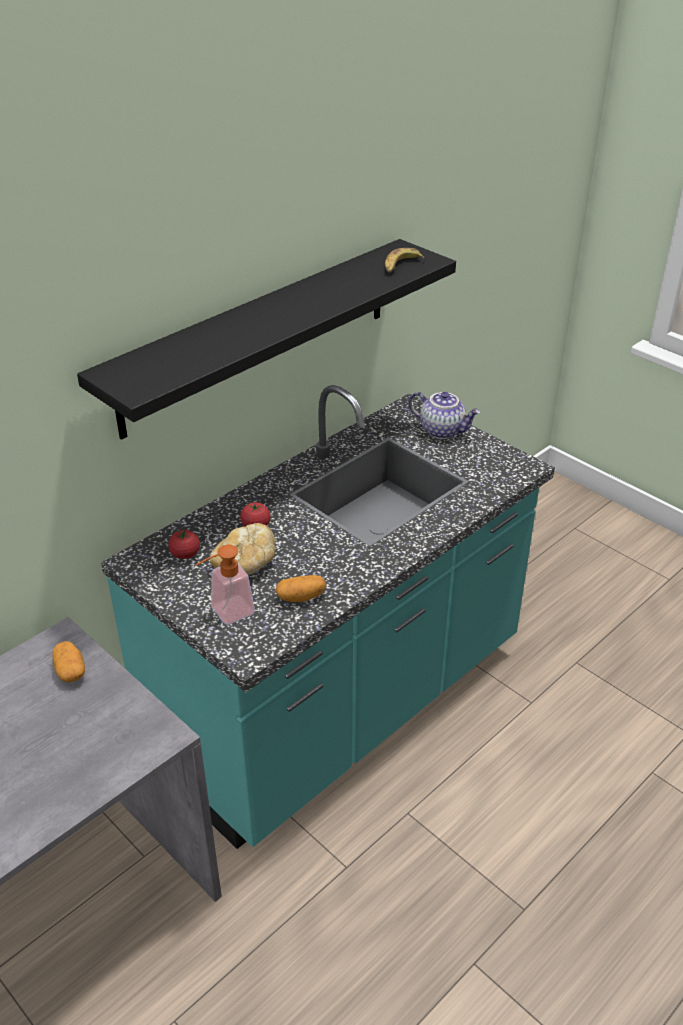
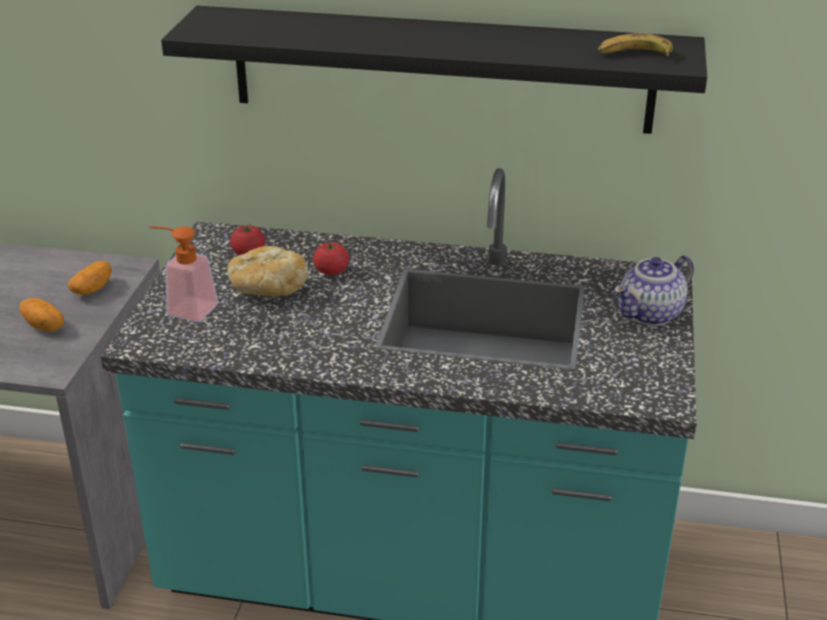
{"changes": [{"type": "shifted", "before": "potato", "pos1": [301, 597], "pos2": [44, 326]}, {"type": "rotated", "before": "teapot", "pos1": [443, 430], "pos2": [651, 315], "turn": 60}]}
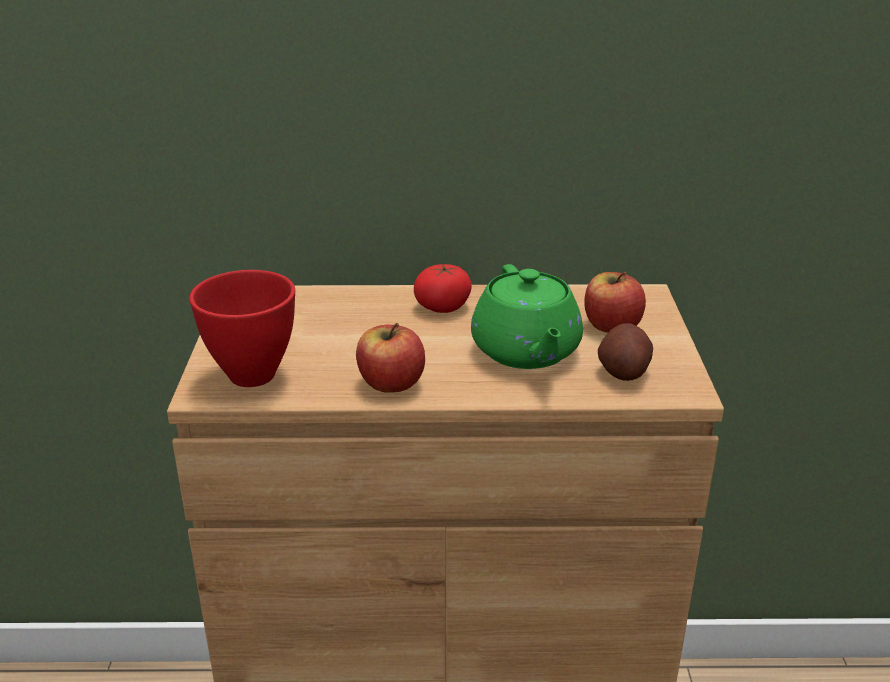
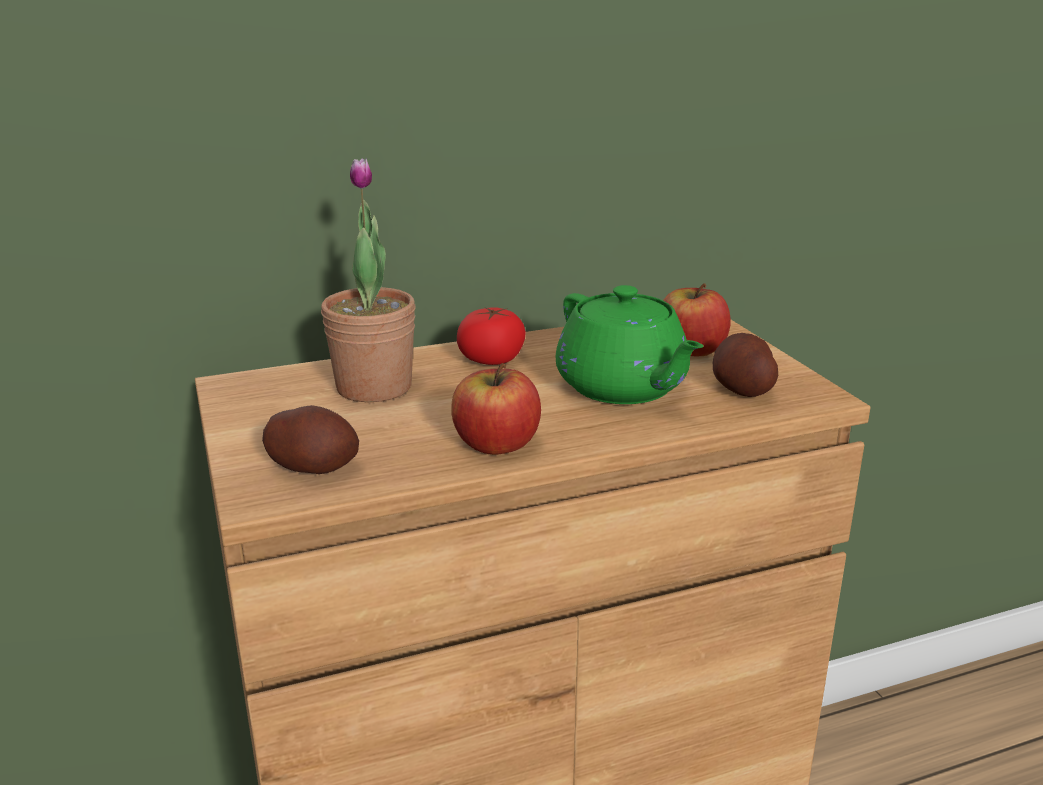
{"changes": [{"type": "new", "after": "potted plant", "pos2": [374, 387]}, {"type": "swapped", "before": "red bowl", "after": "potato", "pos1": [253, 376], "pos2": [314, 467]}]}
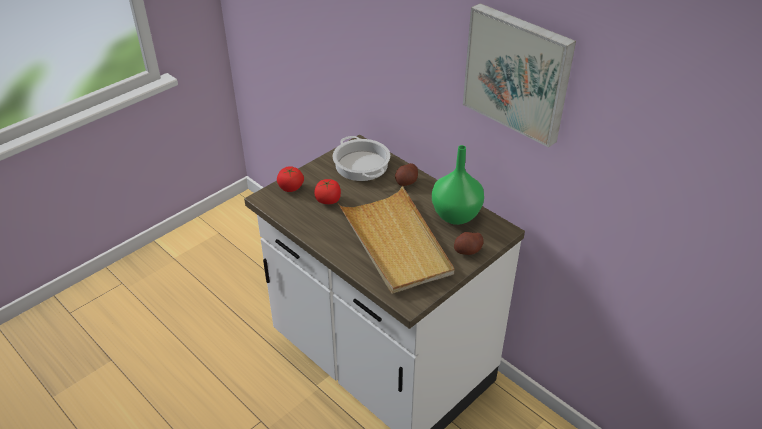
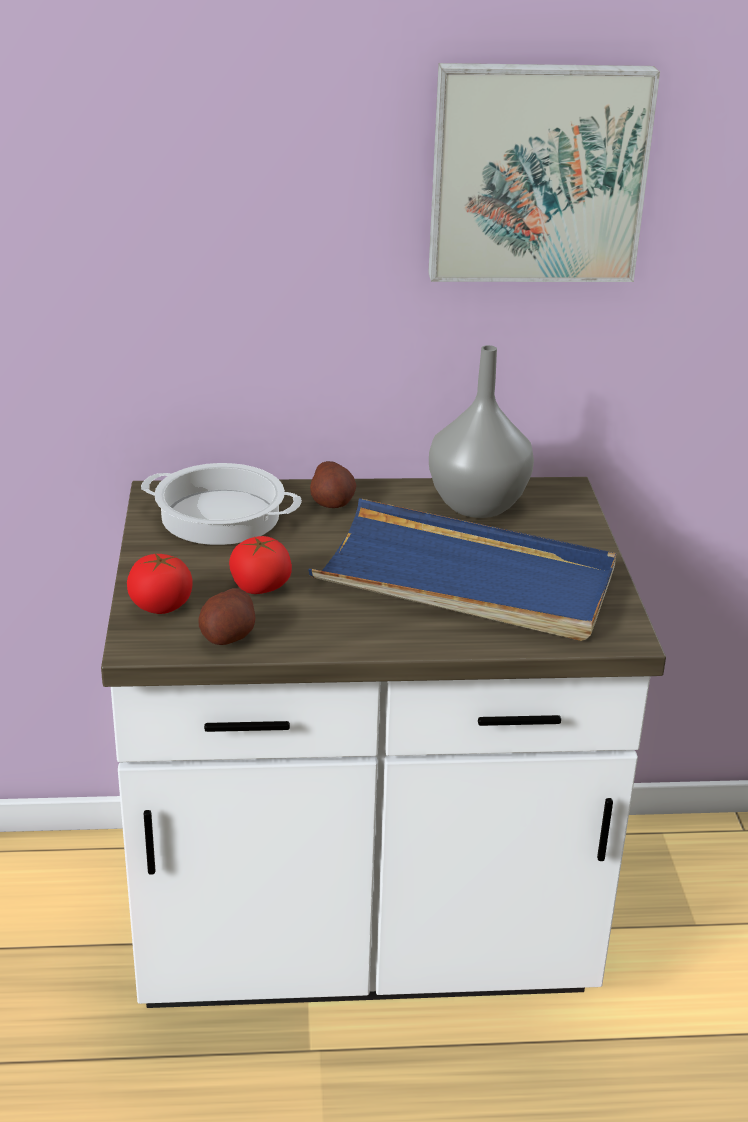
{"changes": [{"type": "shifted", "before": "potato", "pos1": [468, 251], "pos2": [228, 636]}, {"type": "repainted", "before": "beige tray", "after": "blue tray", "pos1": [395, 242], "pos2": [466, 580]}, {"type": "repainted", "before": "green vase", "after": "grey vase", "pos1": [456, 216], "pos2": [479, 505]}]}
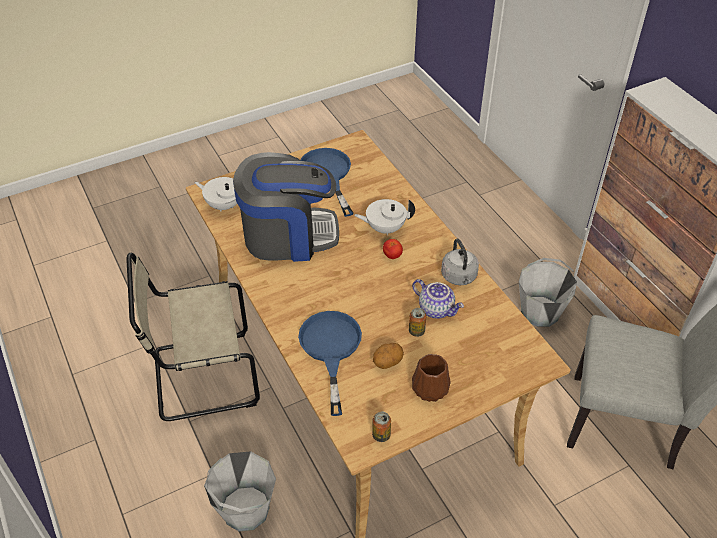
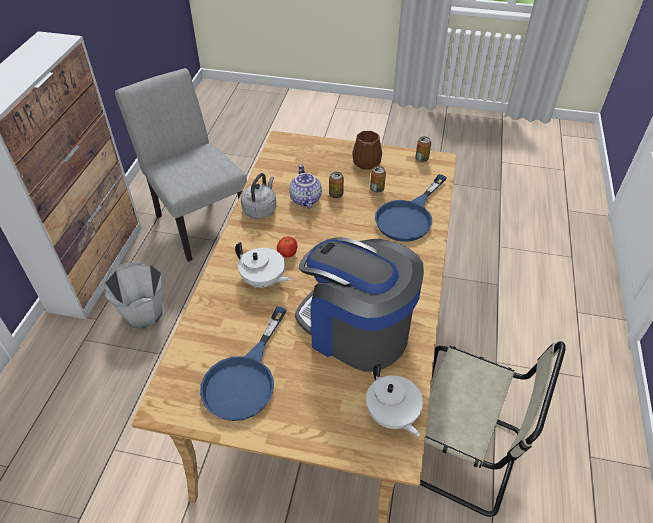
{"changes": [{"type": "gone", "before": "grey bucket", "pos1": [245, 509]}, {"type": "swapped", "before": "potato", "after": "can", "pos1": [387, 362], "pos2": [377, 189]}]}
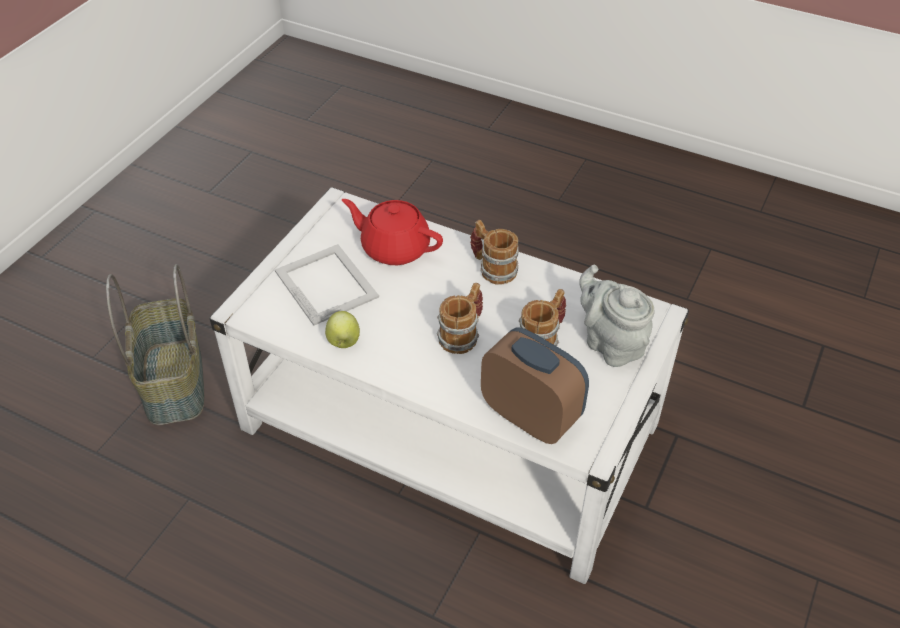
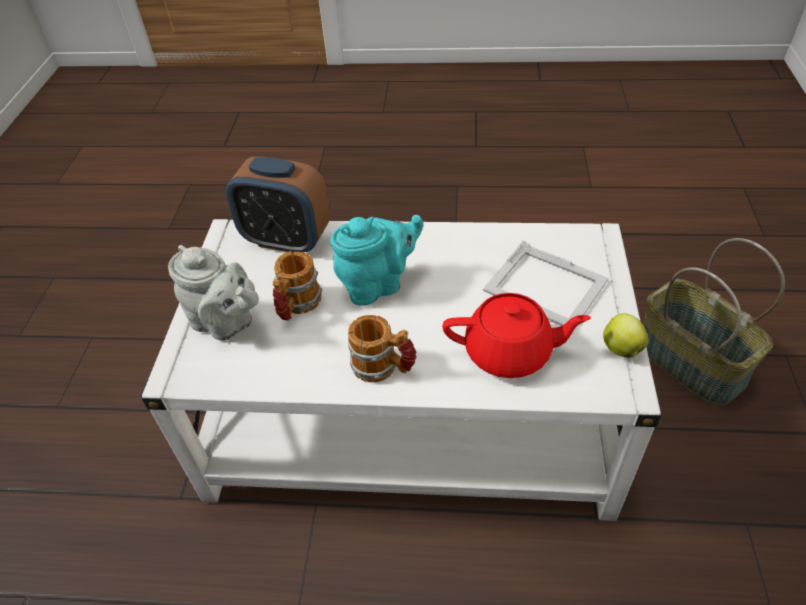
{"changes": [{"type": "shifted", "before": "apple", "pos1": [343, 342], "pos2": [620, 348]}, {"type": "swapped", "before": "mug", "after": "turquoise teapot", "pos1": [463, 334], "pos2": [378, 285]}]}
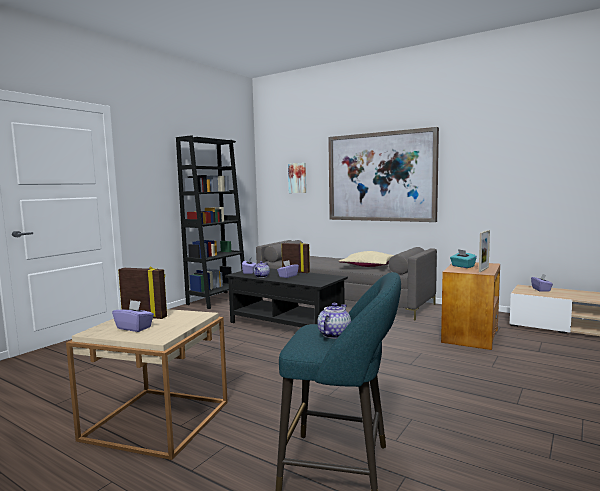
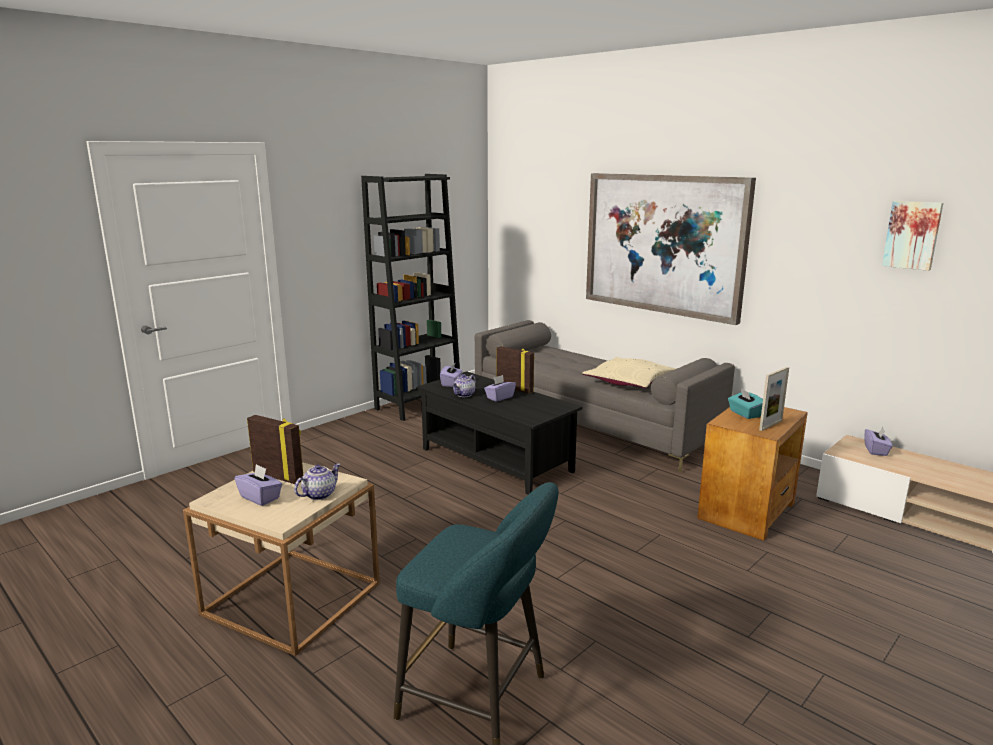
{"changes": [{"type": "shifted", "before": "picture", "pos1": [297, 178], "pos2": [912, 235]}, {"type": "shifted", "before": "teapot", "pos1": [333, 334], "pos2": [319, 494]}]}
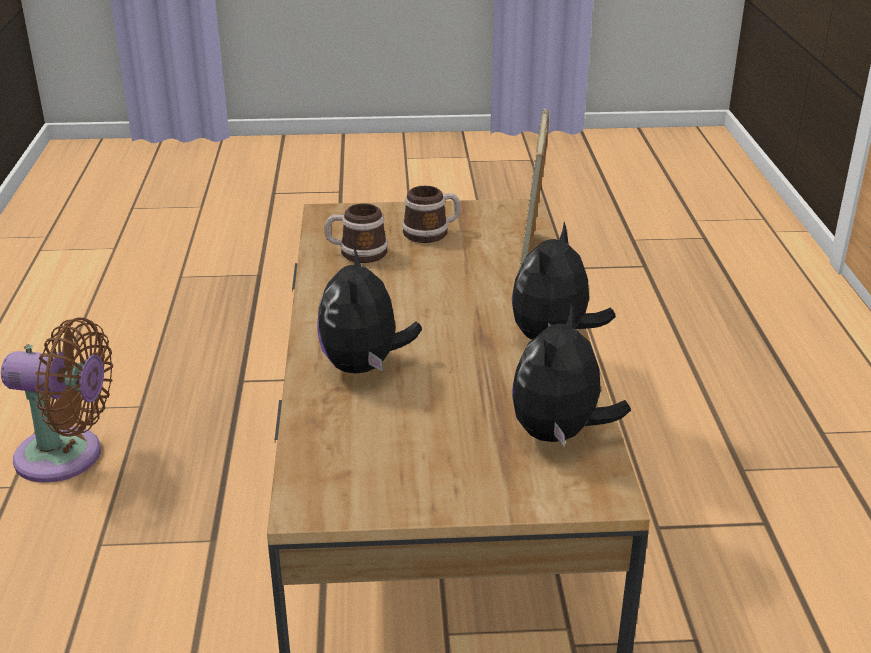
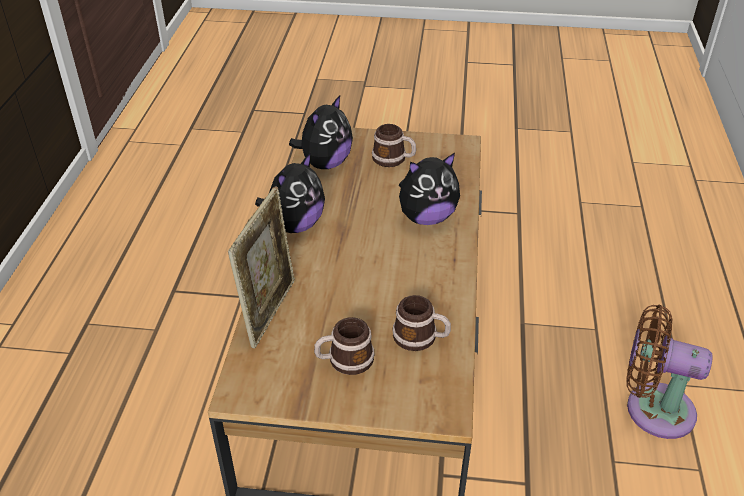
{"changes": [{"type": "new", "after": "mug", "pos2": [393, 159]}, {"type": "rotated", "before": "plush toy", "pos1": [364, 366], "pos2": [426, 217], "turn": 60}]}
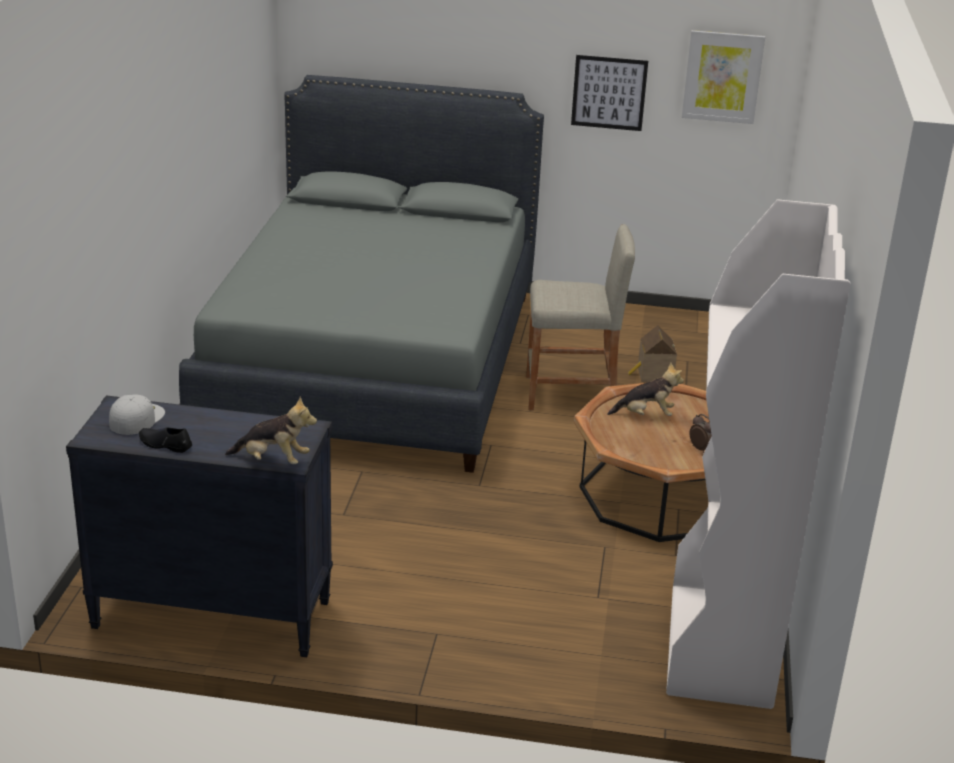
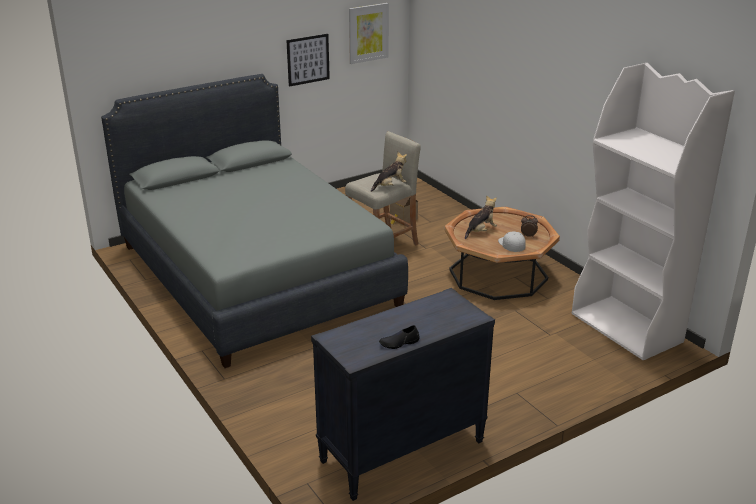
{"changes": [{"type": "shifted", "before": "white cap", "pos1": [136, 418], "pos2": [511, 244]}, {"type": "shifted", "before": "plush toy", "pos1": [273, 460], "pos2": [390, 186]}]}
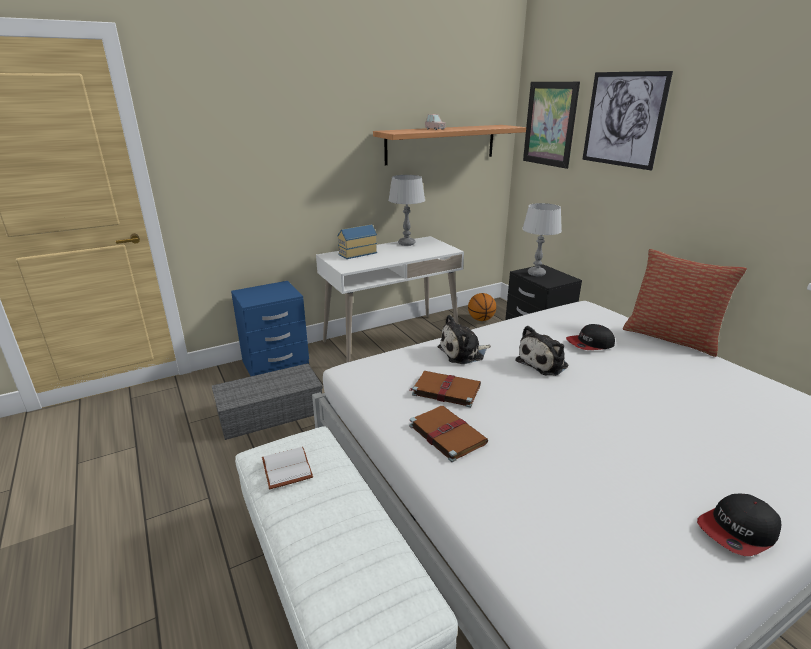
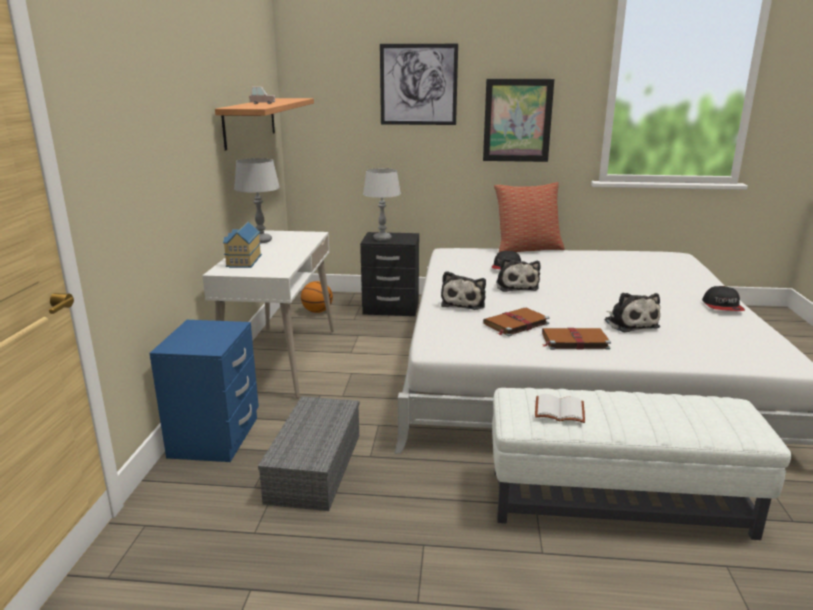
{"changes": [{"type": "new", "after": "plush toy", "pos2": [629, 323]}, {"type": "shifted", "before": "picture", "pos1": [550, 124], "pos2": [517, 120]}]}
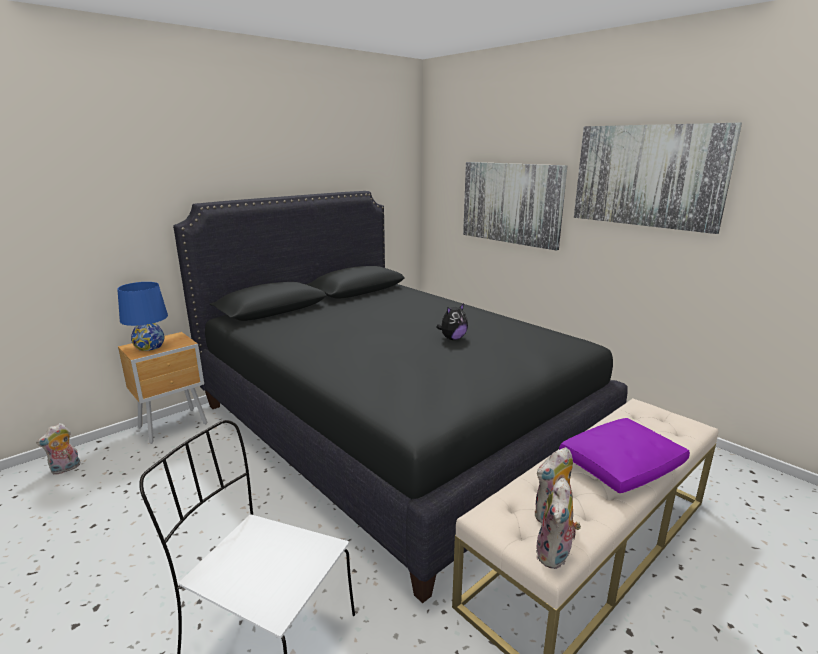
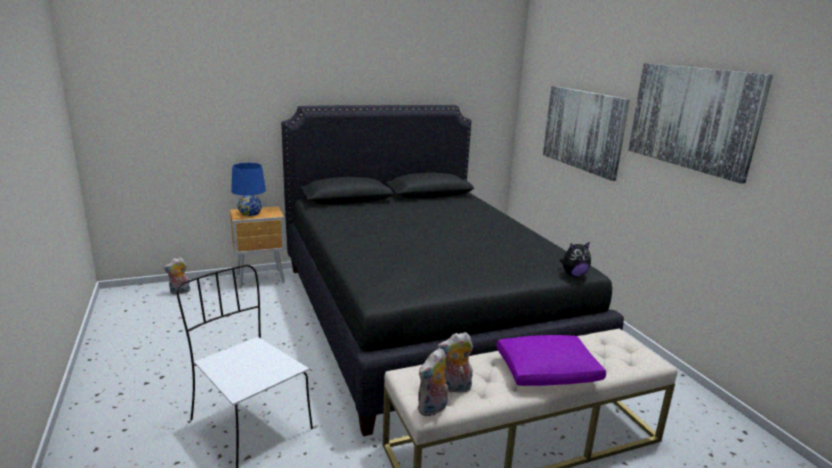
{"changes": [{"type": "shifted", "before": "plush toy", "pos1": [452, 338], "pos2": [573, 274]}]}
